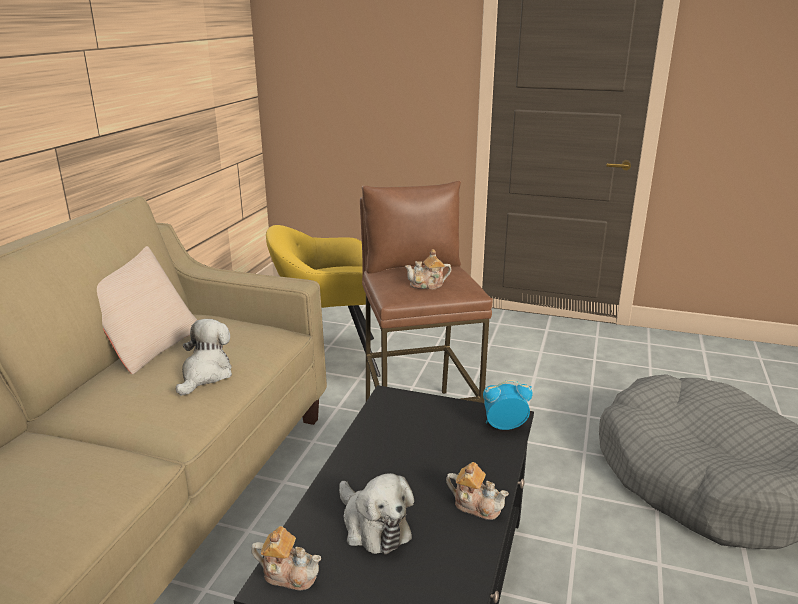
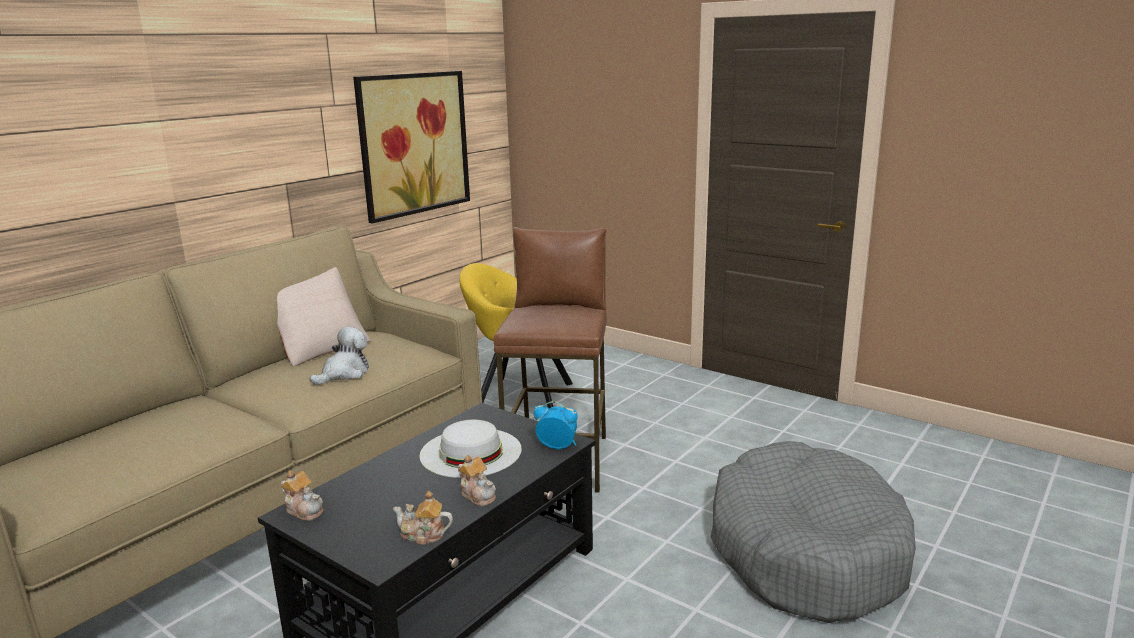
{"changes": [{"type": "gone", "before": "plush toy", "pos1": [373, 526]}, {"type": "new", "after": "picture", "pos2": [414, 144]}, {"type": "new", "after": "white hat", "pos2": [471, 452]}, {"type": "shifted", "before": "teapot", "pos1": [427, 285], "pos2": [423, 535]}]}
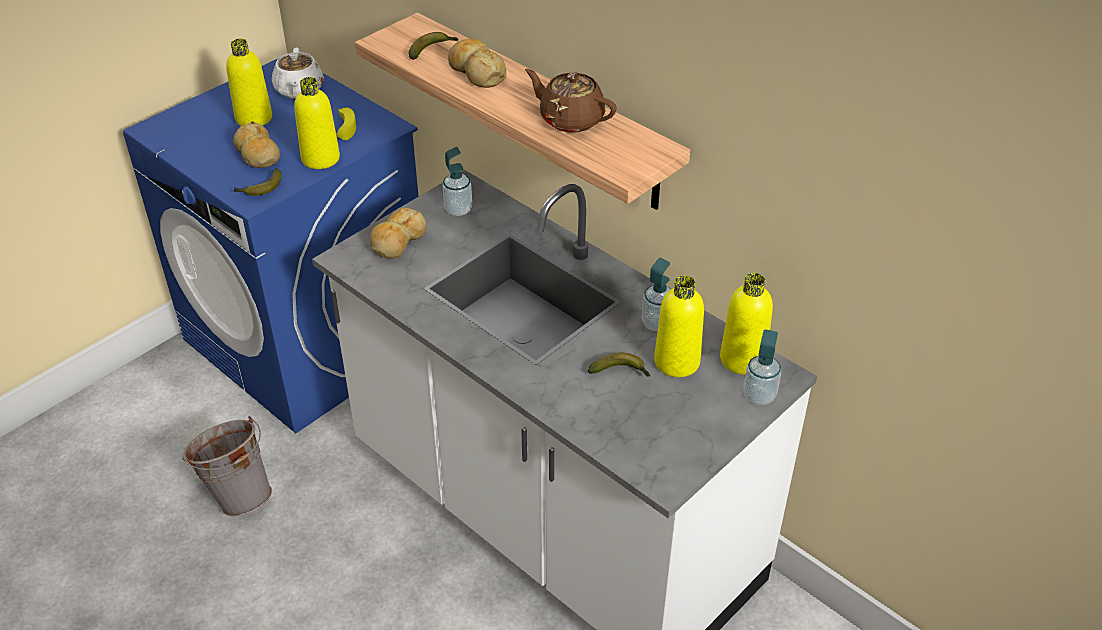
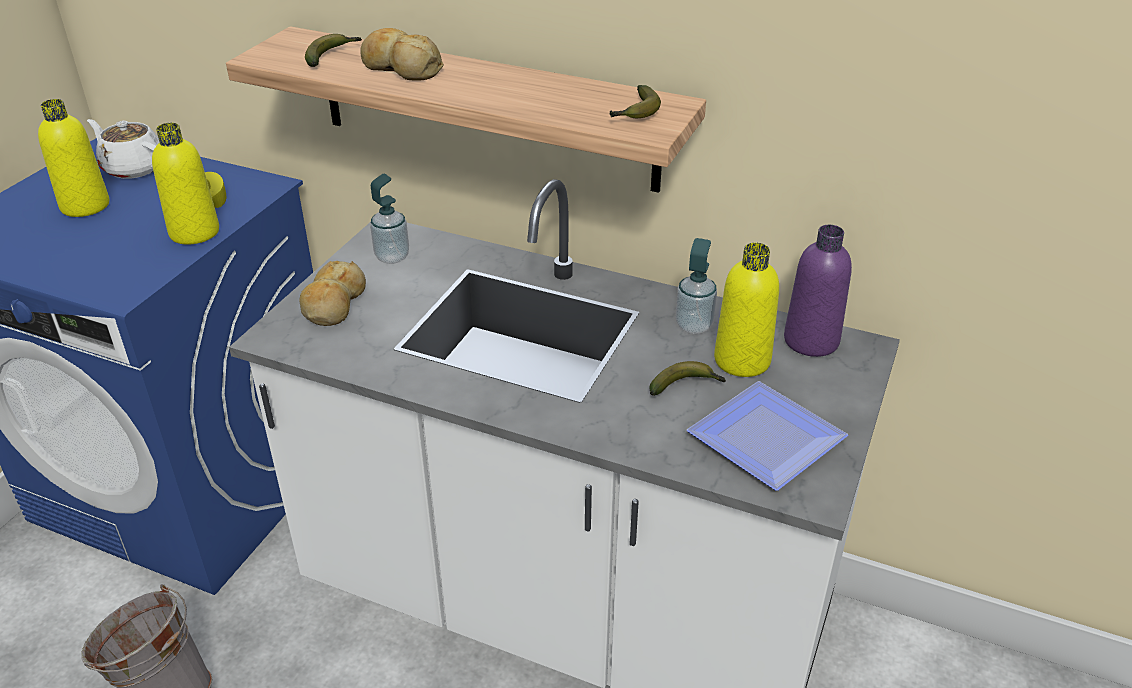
{"changes": [{"type": "gone", "before": "bread", "pos1": [258, 154]}, {"type": "gone", "before": "brown teapot", "pos1": [570, 119]}, {"type": "gone", "before": "soap dispenser", "pos1": [759, 396]}, {"type": "new", "after": "plate", "pos2": [765, 435]}, {"type": "shifted", "before": "banana", "pos1": [260, 189], "pos2": [635, 113]}, {"type": "repainted", "before": "yellow bottle", "after": "purple bottle", "pos1": [742, 359], "pos2": [811, 341]}, {"type": "rotated", "before": "white teapot", "pos1": [299, 90], "pos2": [133, 168], "turn": 150}]}
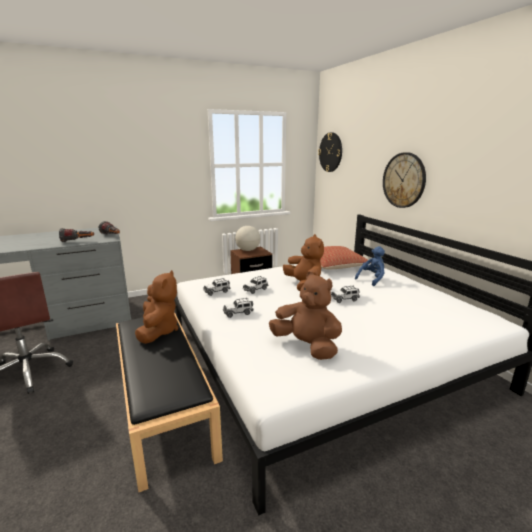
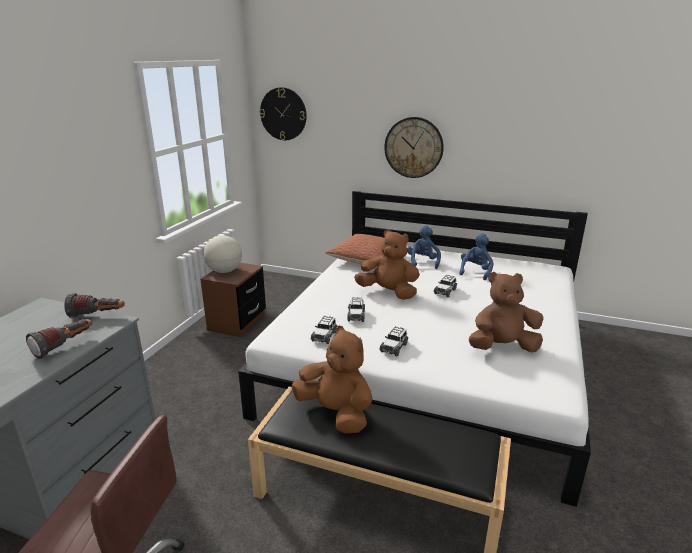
{"changes": [{"type": "new", "after": "blue plush toy", "pos2": [475, 272]}]}
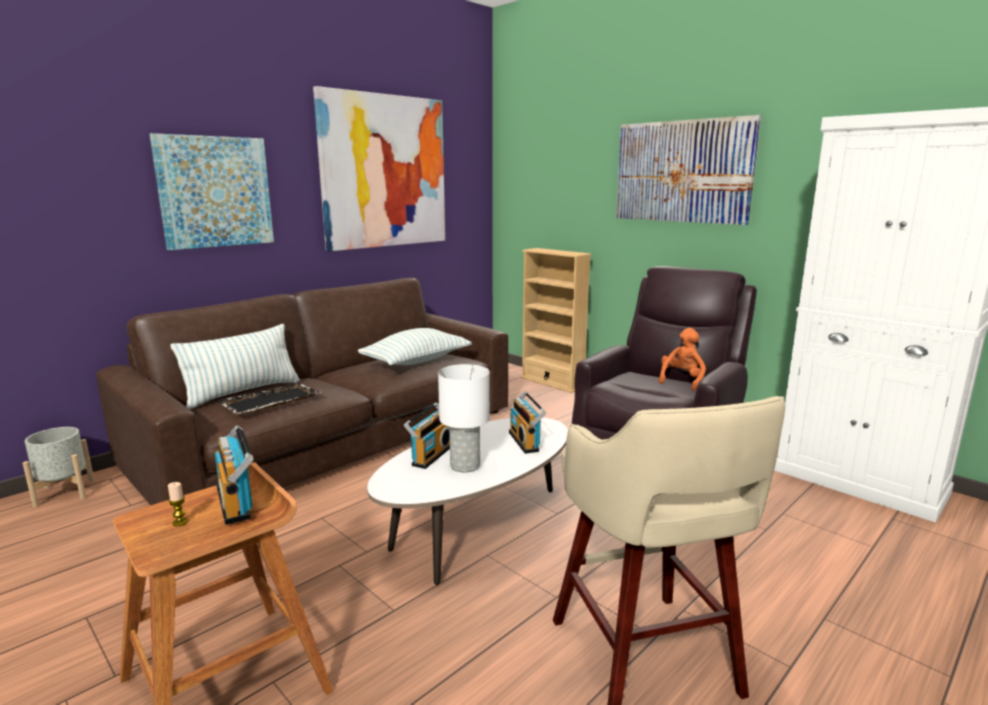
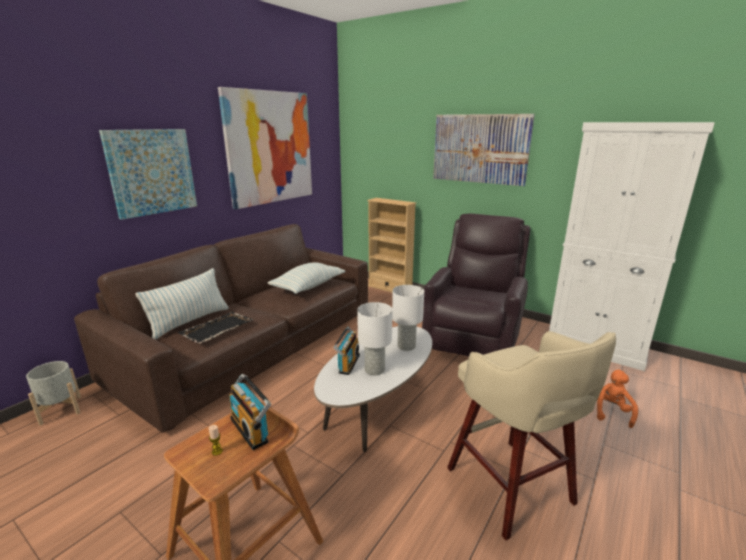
{"changes": [{"type": "shifted", "before": "orange plush toy", "pos1": [681, 381], "pos2": [610, 412]}, {"type": "swapped", "before": "radio", "after": "white table lamp", "pos1": [526, 441], "pos2": [407, 346]}]}
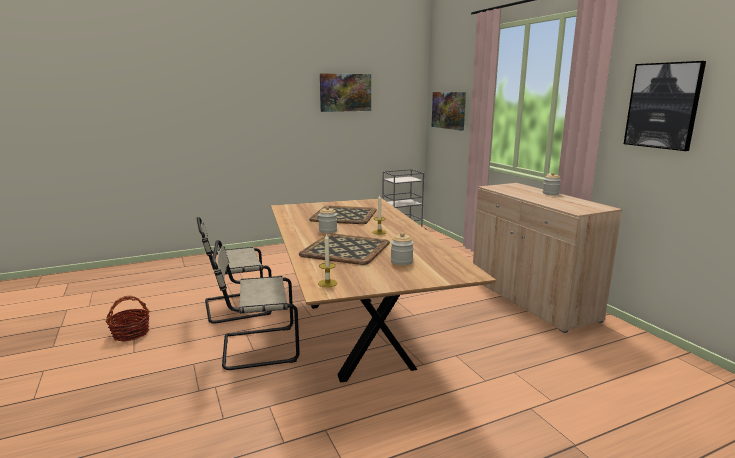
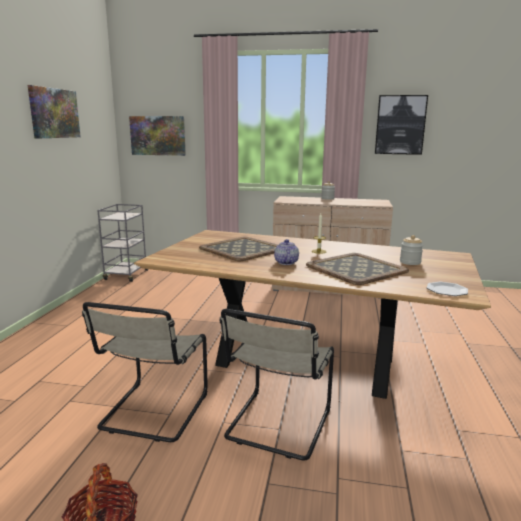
{"changes": [{"type": "swapped", "before": "jar", "after": "teapot", "pos1": [328, 230], "pos2": [286, 262]}, {"type": "swapped", "before": "candle", "after": "plate", "pos1": [327, 283], "pos2": [447, 290]}]}
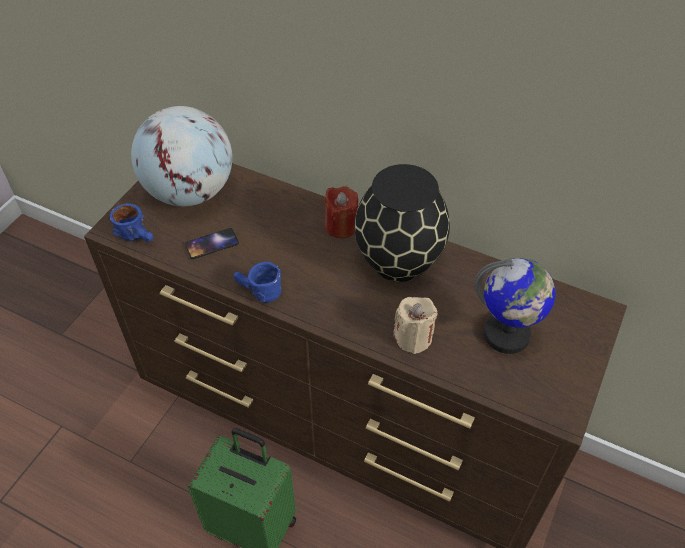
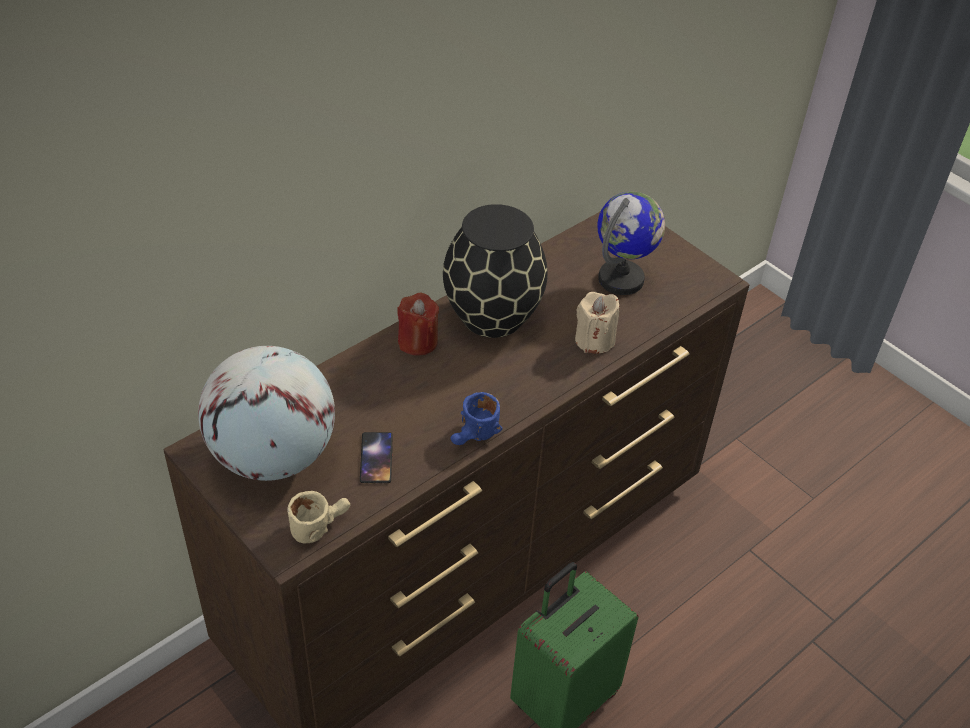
{"changes": [{"type": "repainted", "before": "blue mug", "after": "beige mug", "pos1": [139, 236], "pos2": [319, 525]}]}
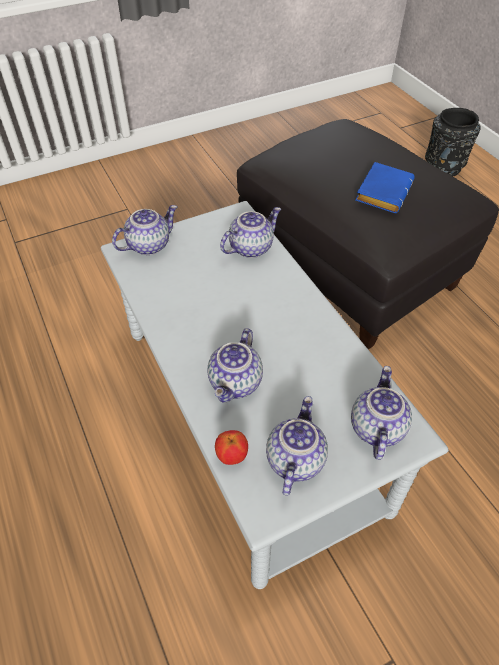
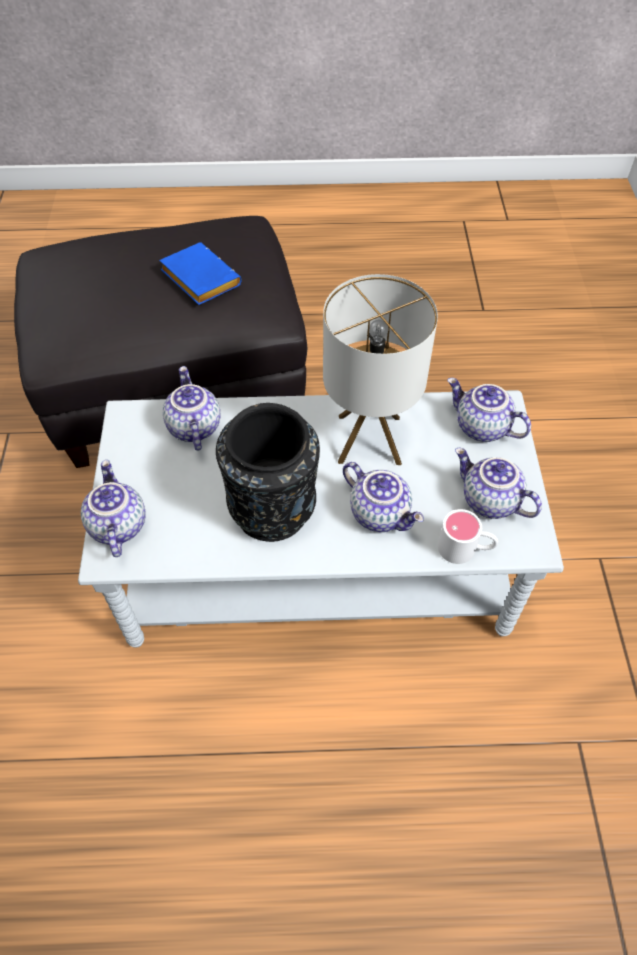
{"changes": [{"type": "new", "after": "table lamp", "pos2": [370, 439]}, {"type": "shifted", "before": "black vase", "pos1": [444, 167], "pos2": [272, 508]}, {"type": "swapped", "before": "apple", "after": "white mug", "pos1": [232, 456], "pos2": [465, 549]}]}
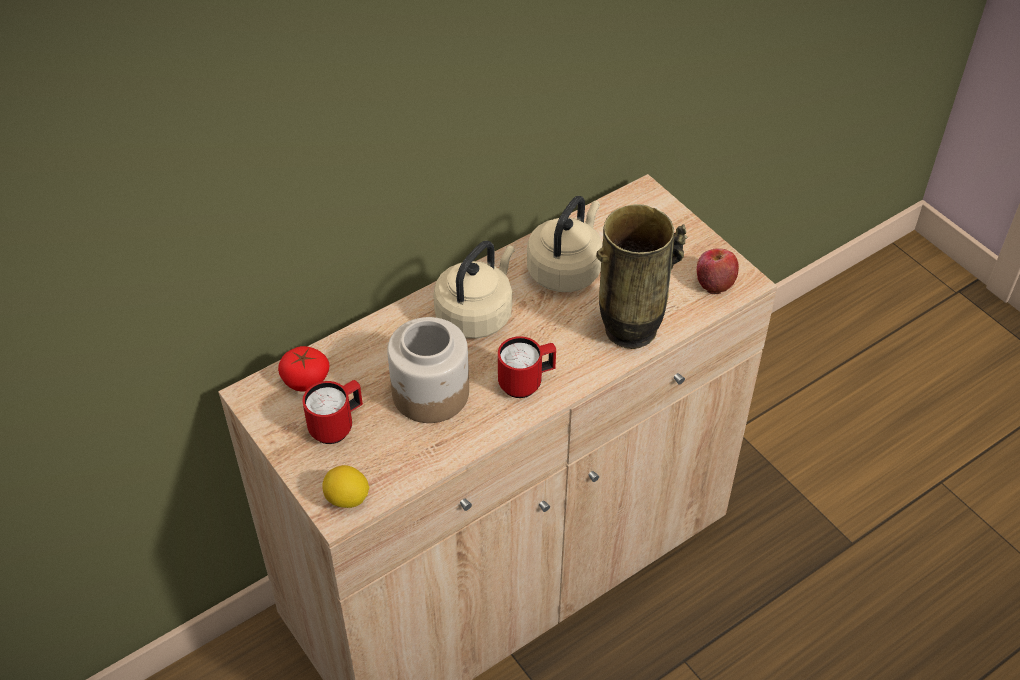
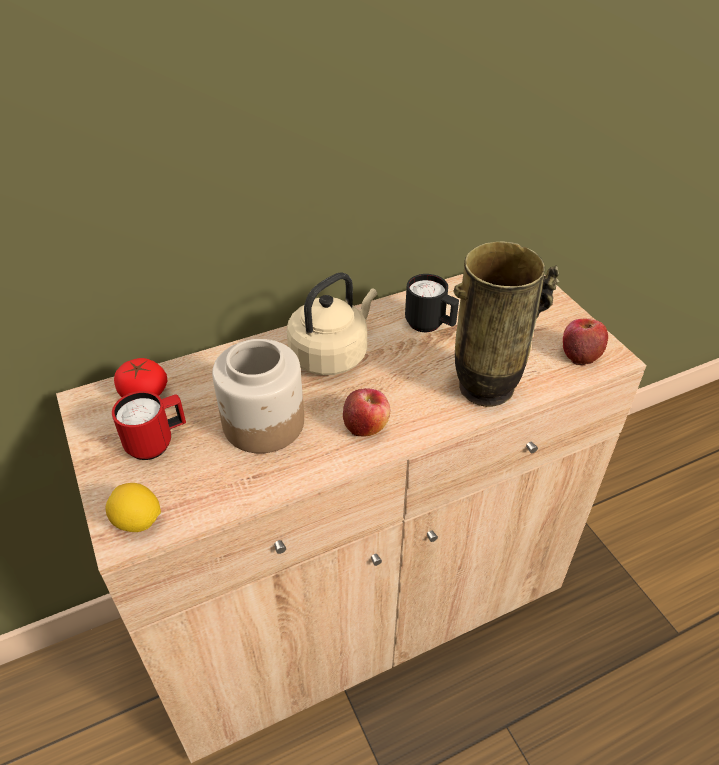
{"changes": [{"type": "swapped", "before": "red mug", "after": "apple", "pos1": [526, 383], "pos2": [366, 426]}, {"type": "swapped", "before": "beige kettle", "after": "black mug", "pos1": [566, 269], "pos2": [430, 325]}]}
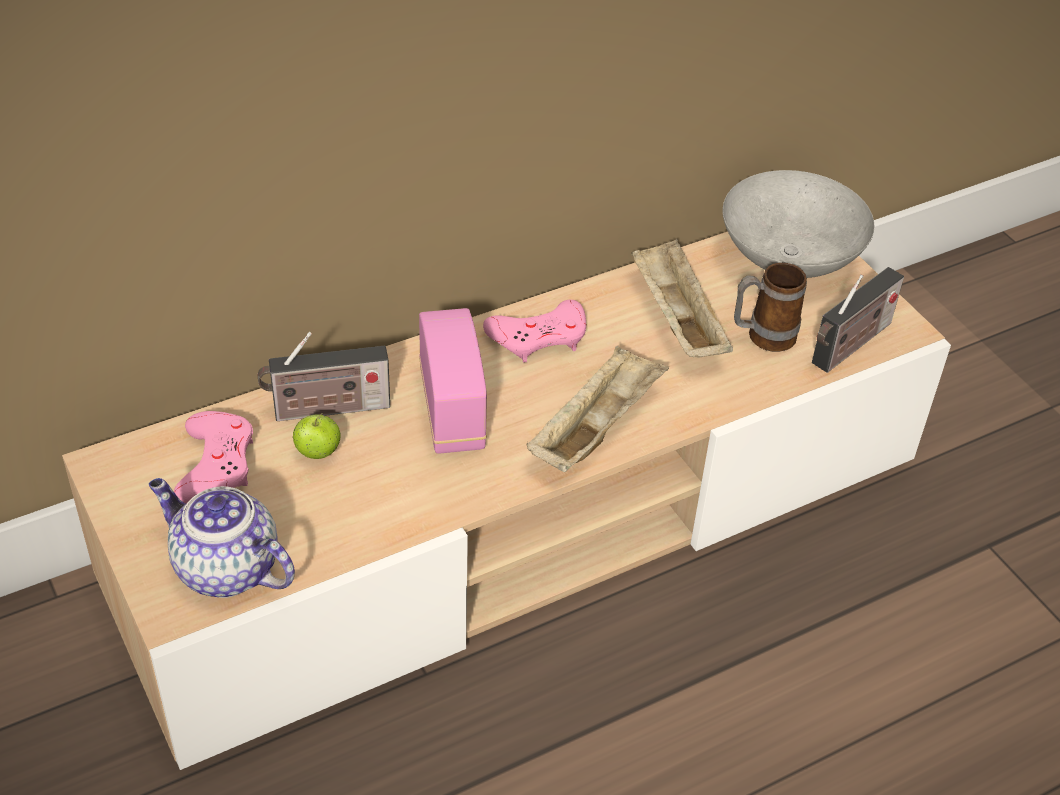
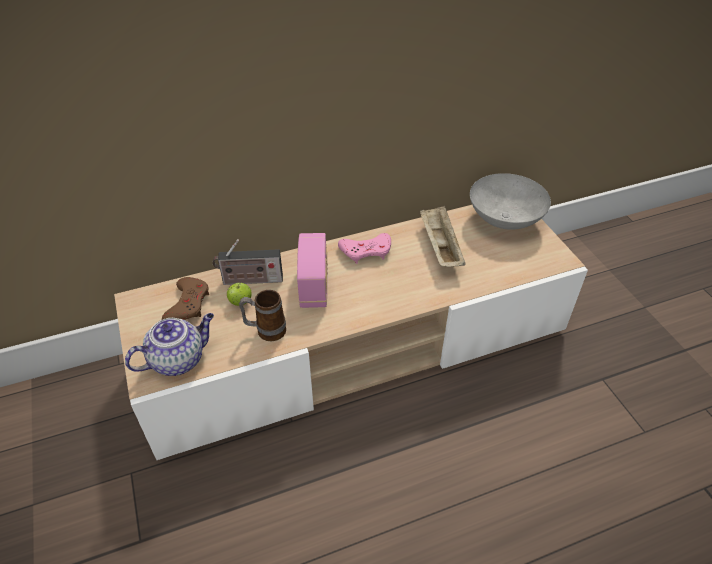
{"changes": [{"type": "gone", "before": "beige tray", "pos1": [595, 428]}, {"type": "gone", "before": "radio", "pos1": [849, 346]}, {"type": "shifted", "before": "mug", "pos1": [762, 337], "pos2": [265, 331]}, {"type": "repainted", "before": "pink game controller", "after": "brown game controller", "pos1": [216, 464], "pos2": [188, 304]}, {"type": "rotated", "before": "teapot", "pos1": [224, 568], "pos2": [178, 359], "turn": 105}]}
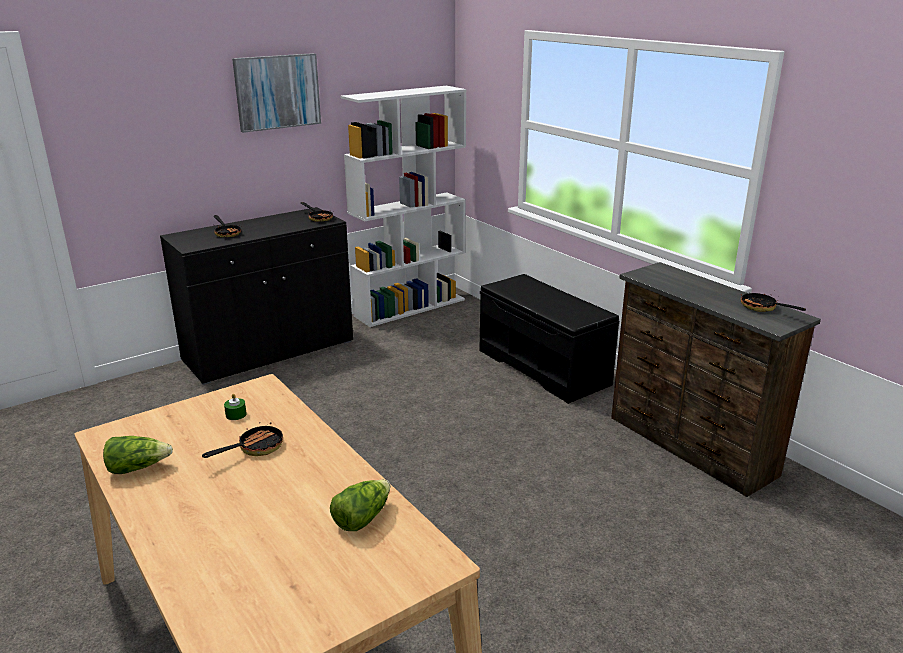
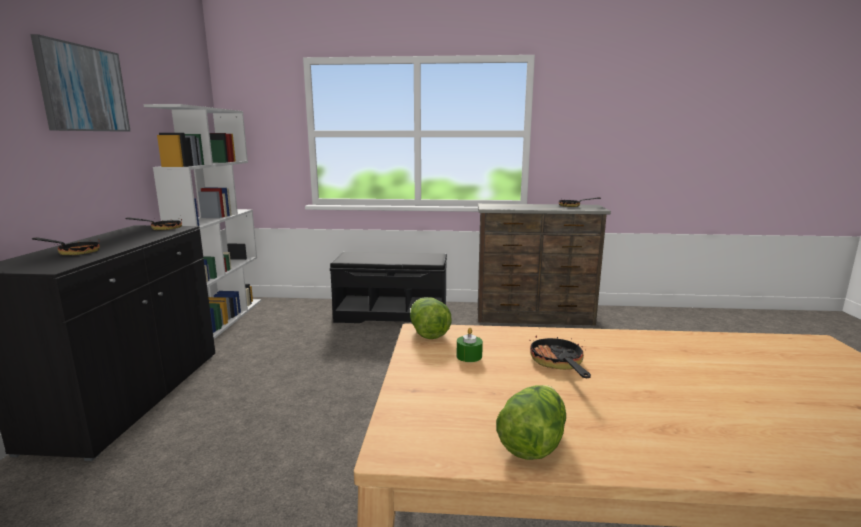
{"changes": [{"type": "shifted", "before": "lettuce", "pos1": [362, 517], "pos2": [428, 331]}]}
